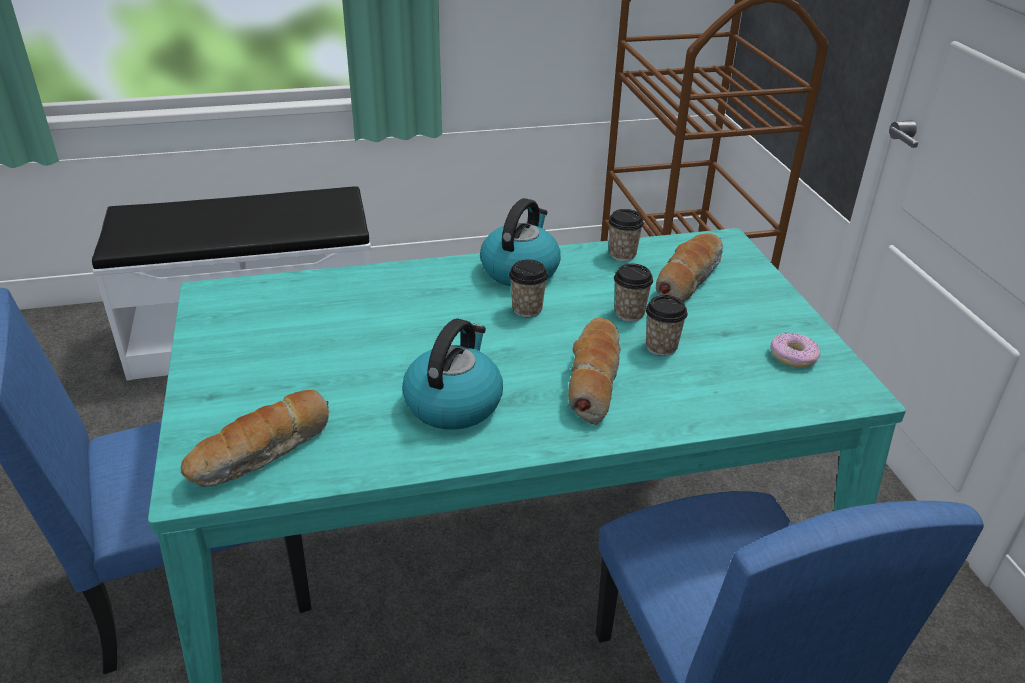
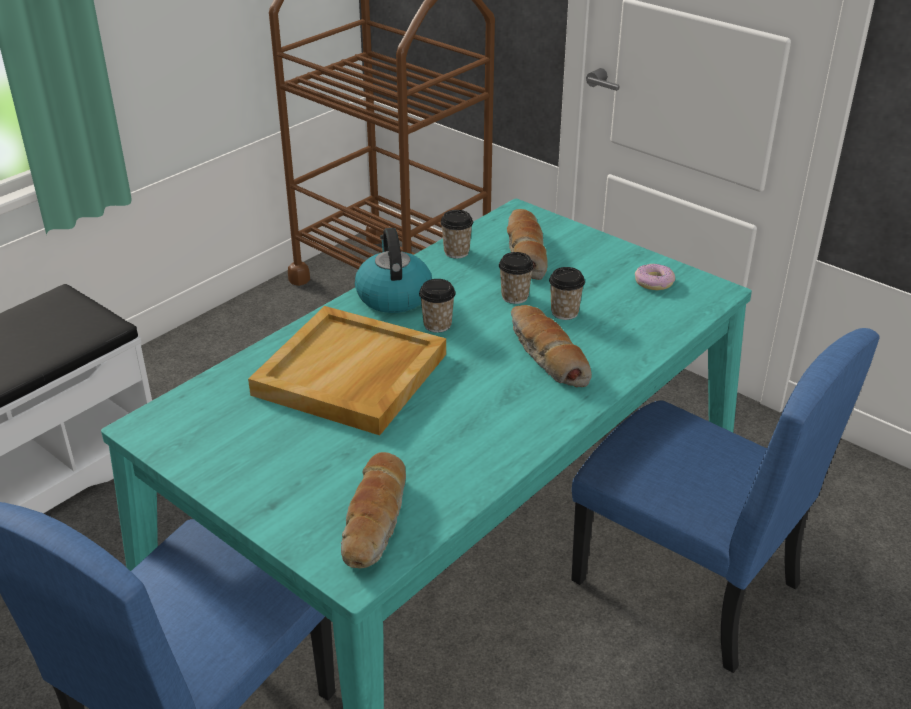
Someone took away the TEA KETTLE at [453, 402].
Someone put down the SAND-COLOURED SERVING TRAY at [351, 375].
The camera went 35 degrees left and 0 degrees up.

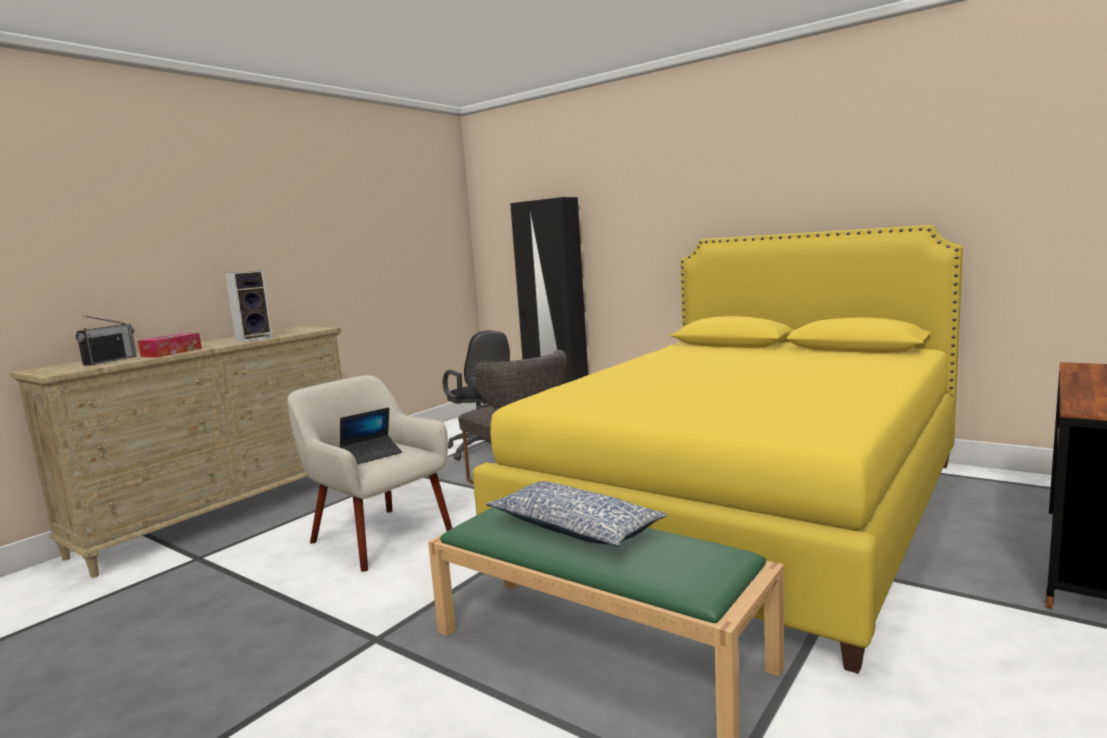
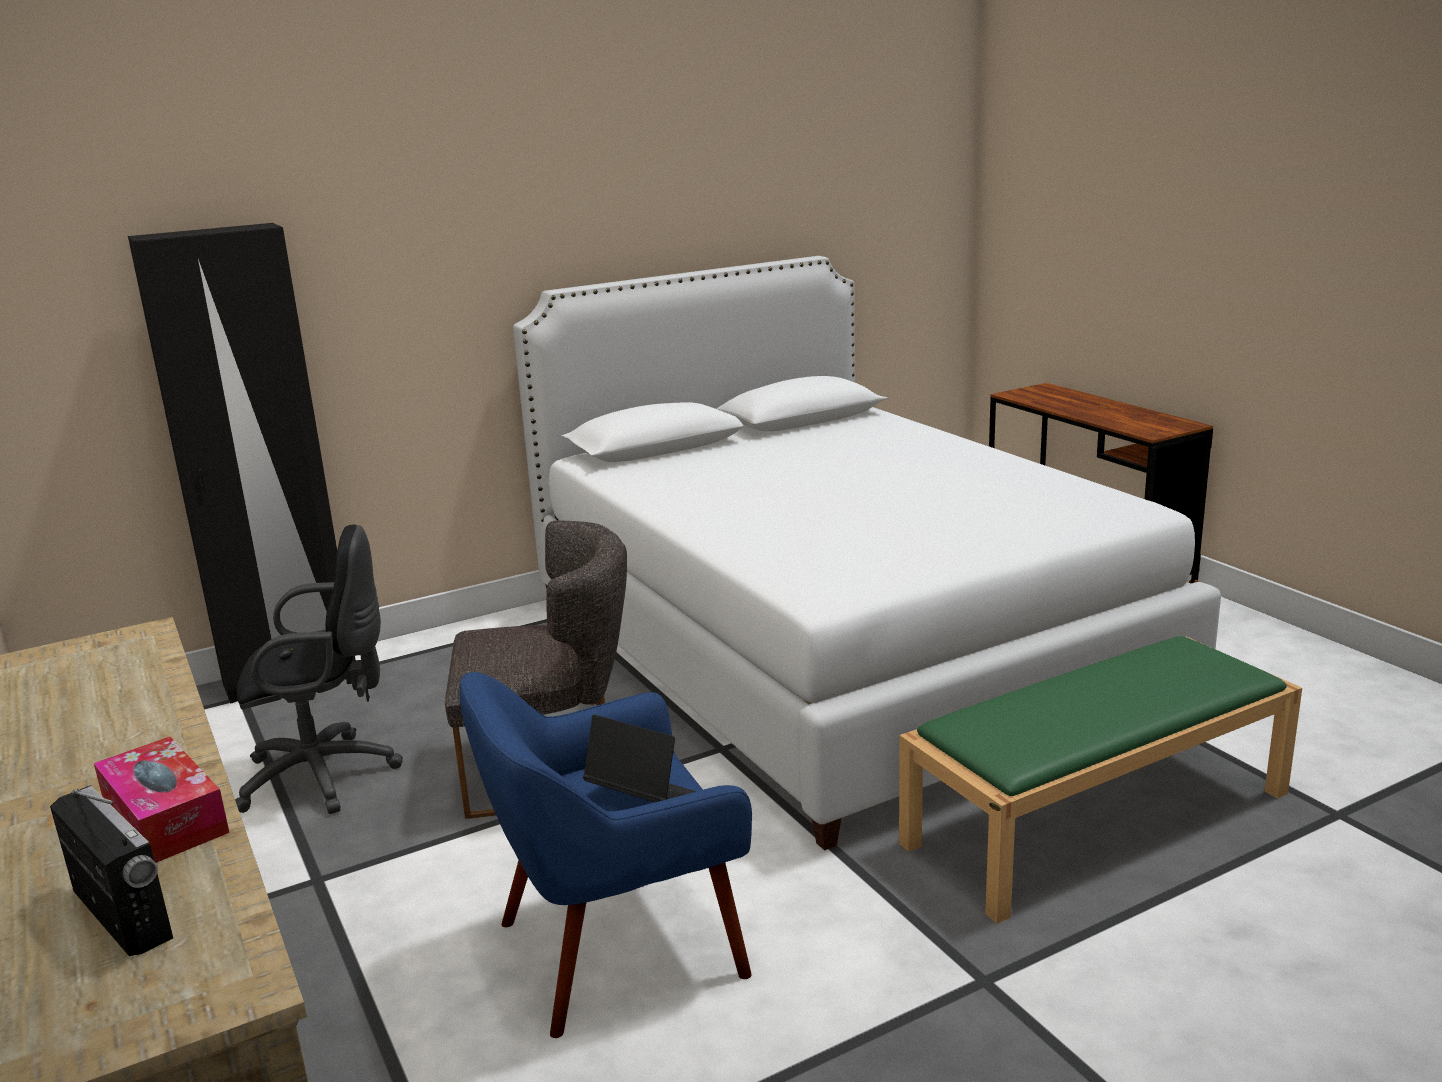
Someone repainted the YELLOW-COLOURED SLEEPING BED at [744, 508], which became the WHITE-COLOURED SLEEPING BED at [835, 650].
Someone took away the SPEAKER at [255, 339].
Someone repainted the SAND-COLOURED ARMCHAIR at [378, 536], which became the BLUE-COLOURED ARMCHAIR at [616, 947].
Someone rotated the LAPTOP at [372, 455] by 45 degrees counterclockwise.
Someone took away the CUSHION at [574, 528].
The camera went 65 degrees left and 10 degrees up.

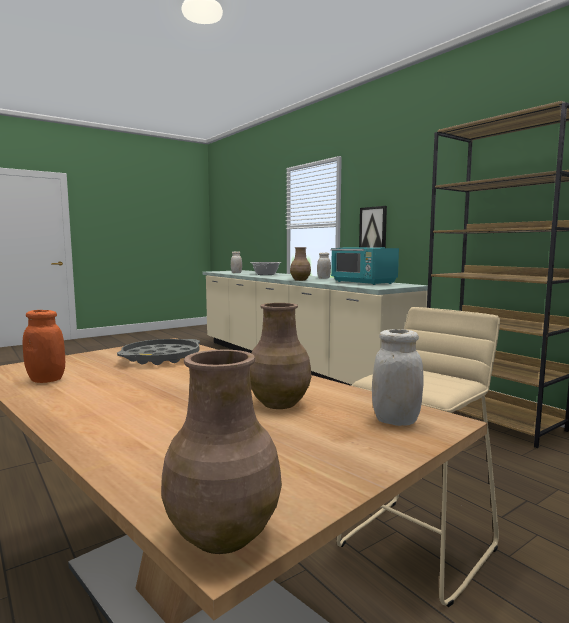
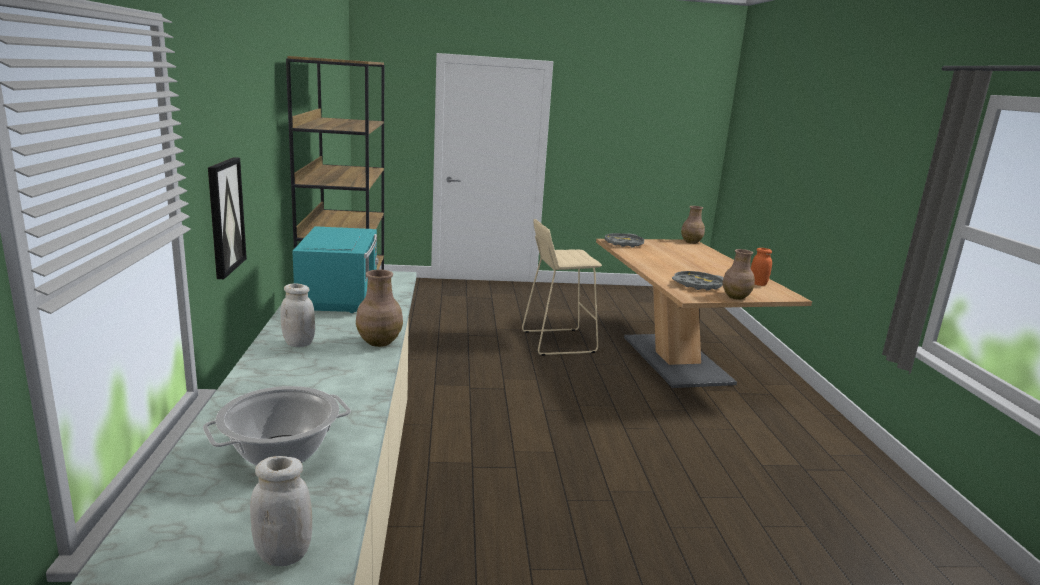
Someone carried the BROWN-COLOURED VASE from [280, 403] to [735, 297].
Someone swapped the WHITE-COLOURED JAR at [395, 421] for the GREYISH SERVING TRAY at [623, 243].
The camera went 150 degrees left and 10 degrees up.

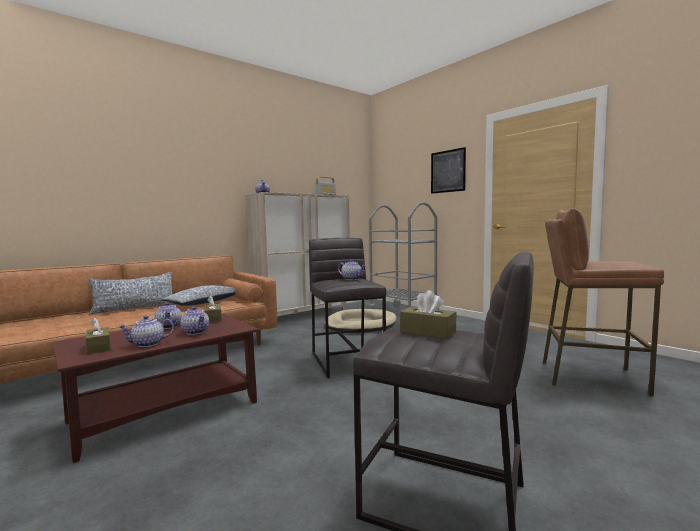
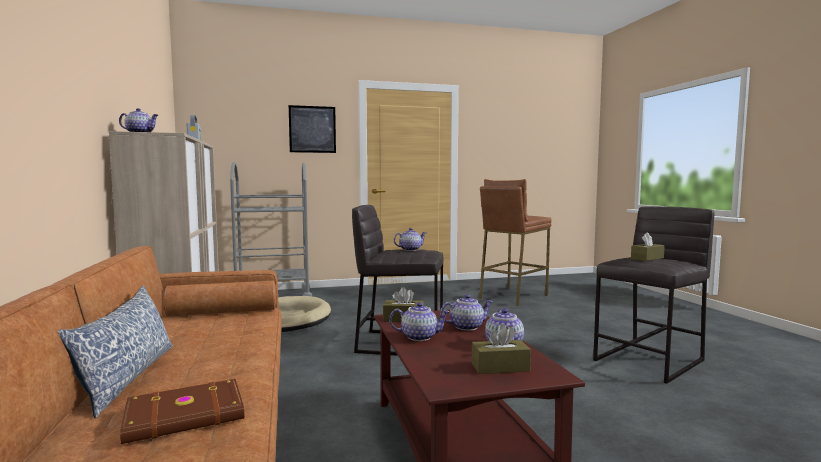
Someone took away the CUSHION at [204, 303].
Someone put down the BROWN-COLOURED BOUND BOOK at [186, 416].
The camera went 65 degrees left and 0 degrees up.

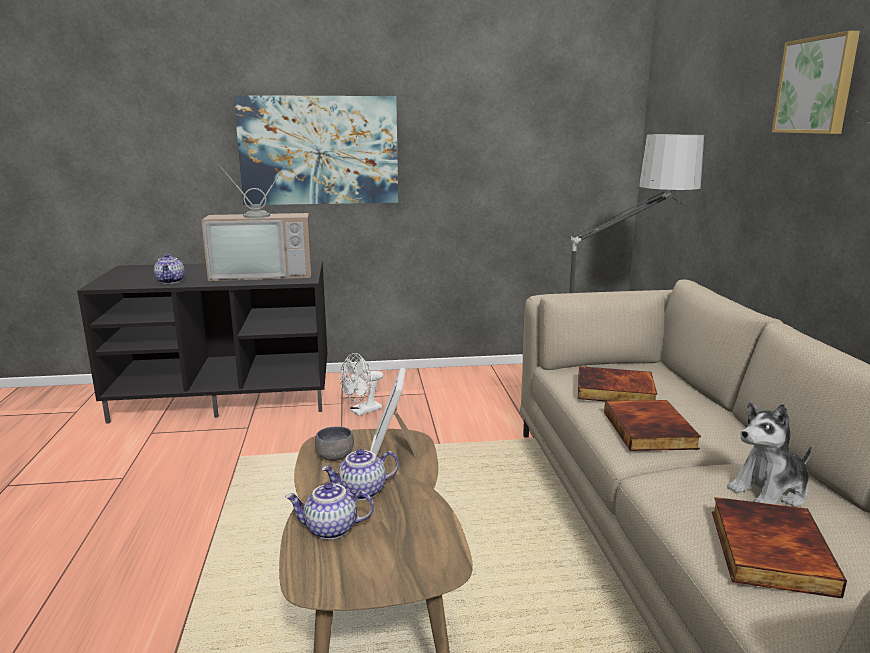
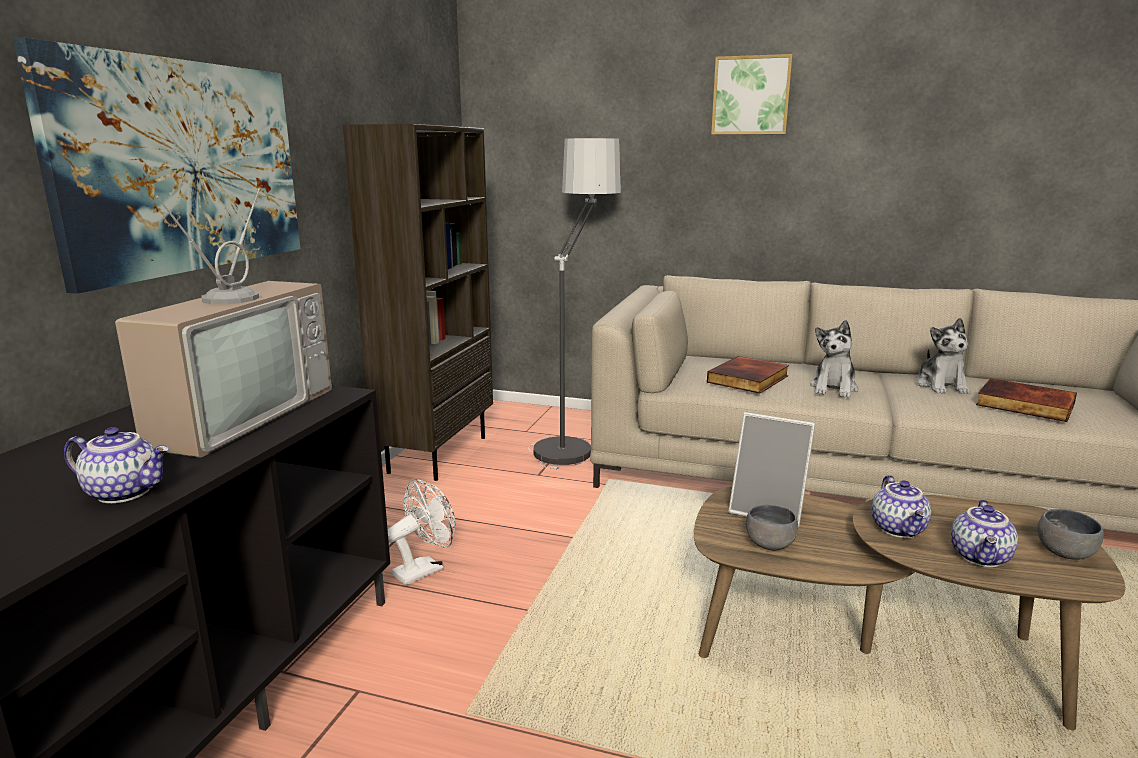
Someone rotated the WHITE-COLOURED FAN at [362, 411] by 120 degrees counterclockwise.
Someone swapped the BOUND BOOK at [651, 430] for the SOFT TOY at [834, 388].
Someone put down the BROWN-COLOURED BOOKSHELF at [437, 454].
Someone put down the GREYISH DEEP DISH at [1066, 554].
The camera went 65 degrees left and 0 degrees up.

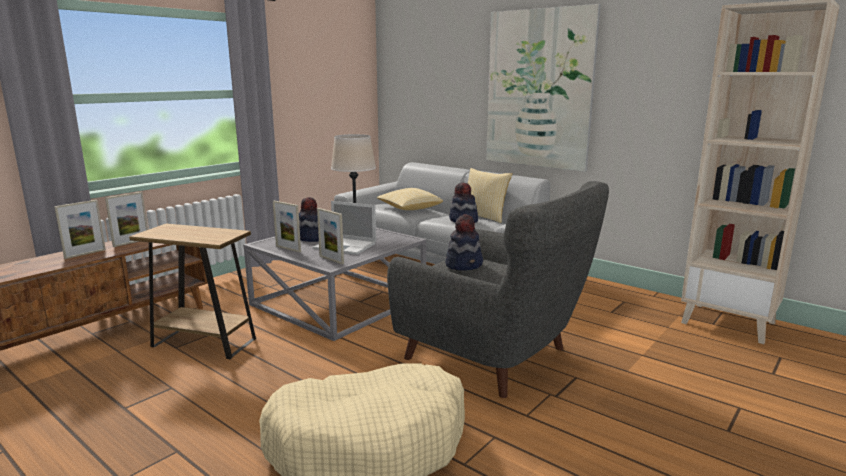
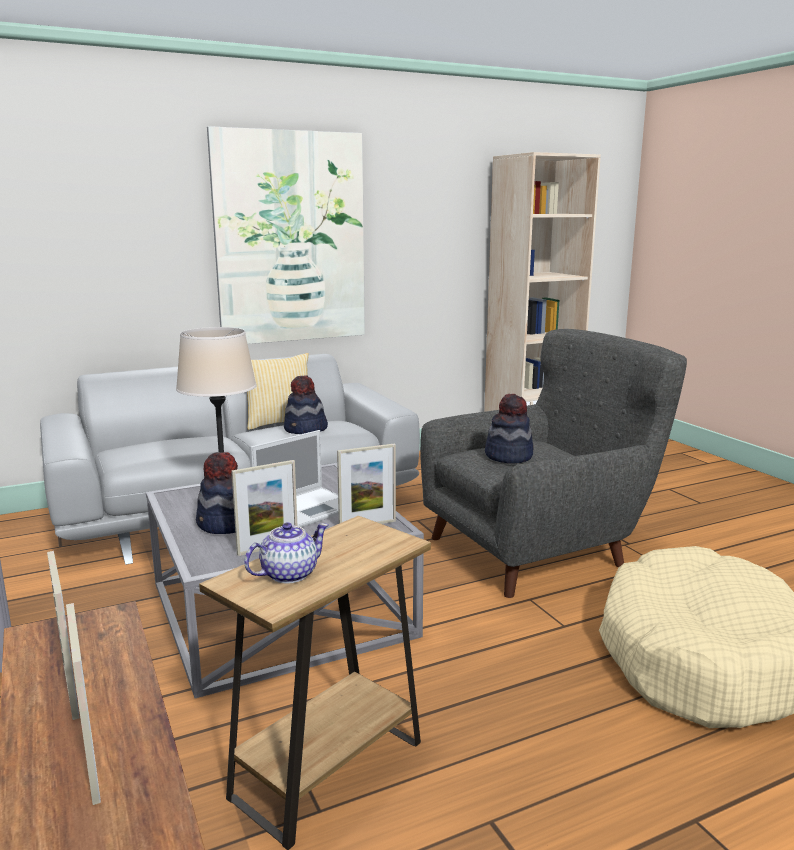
Someone took away the CUSHION at [409, 209].
Someone put down the TEA POT at [288, 574].
The camera went 65 degrees left and 0 degrees up.

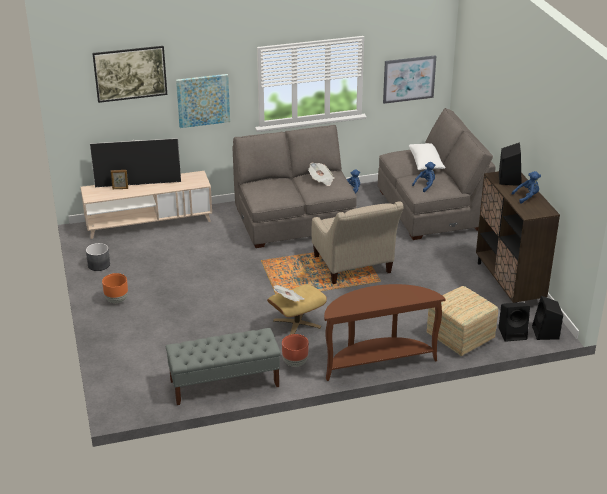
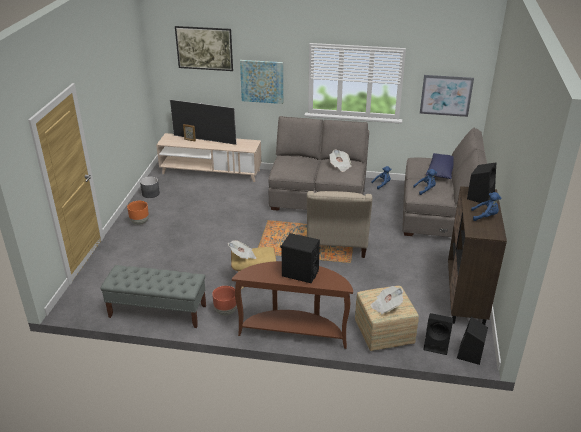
Someone repainted the WHITE-COLOURED CUSHION at [426, 163], which became the BLUE-COLOURED CUSHION at [441, 172].
Someone put down the BLACK-COLOURED SPEAKER at [300, 273].
Someone put down the DAILY PAPER at [386, 306].
The camera went 25 degrees right and 0 degrees up.

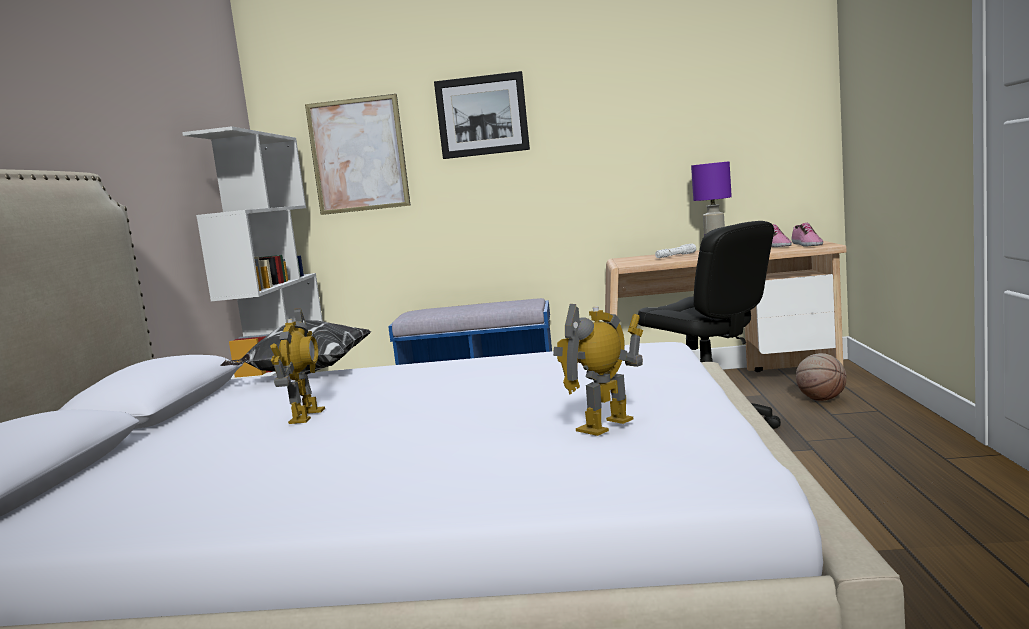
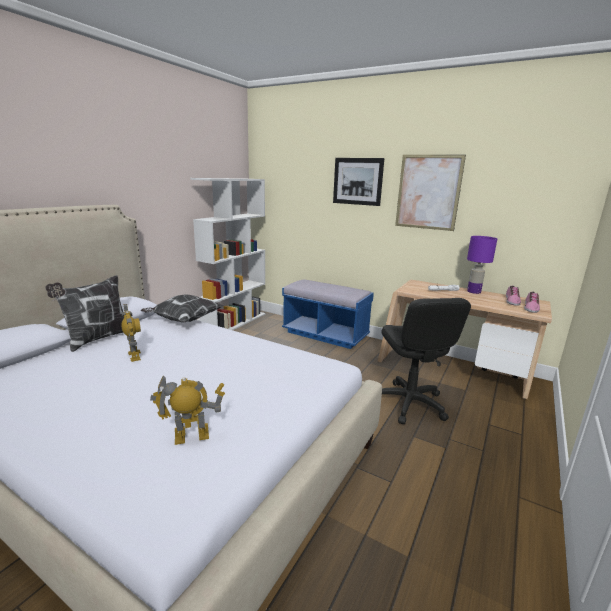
Someone carried the WALL ART from [358, 155] to [428, 192].
Someone rotated the MODEL ROBOT at [305, 416] by 60 degrees counterclockwise.
Someone took away the BALL FOR BASKETBALL at [821, 399].
Someone put down the CUSHION at [98, 339].
The camera went 25 degrees right and 10 degrees up.

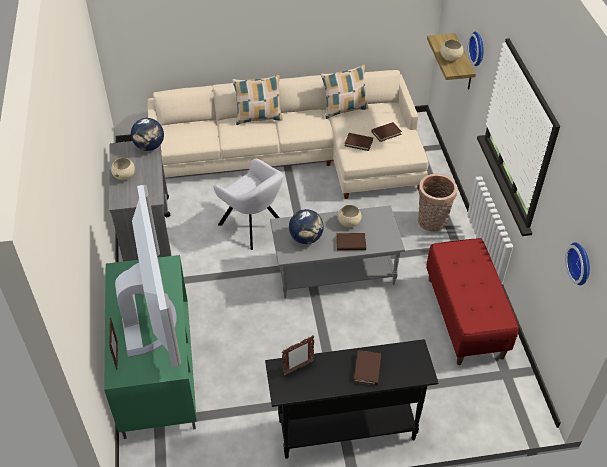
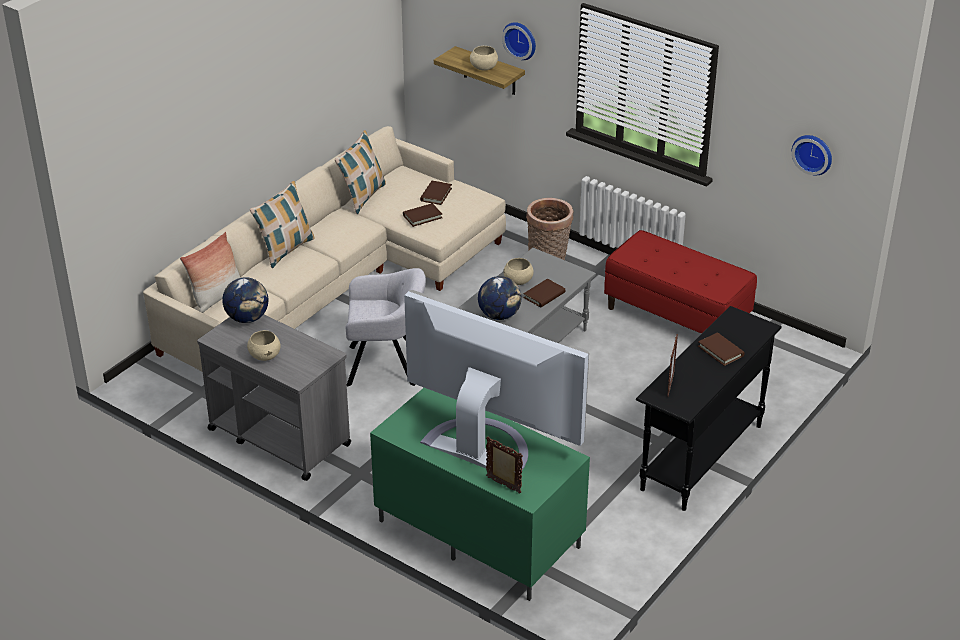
Someone put down the CUSHION at [217, 297].
The camera went 45 degrees left and 10 degrees down.

